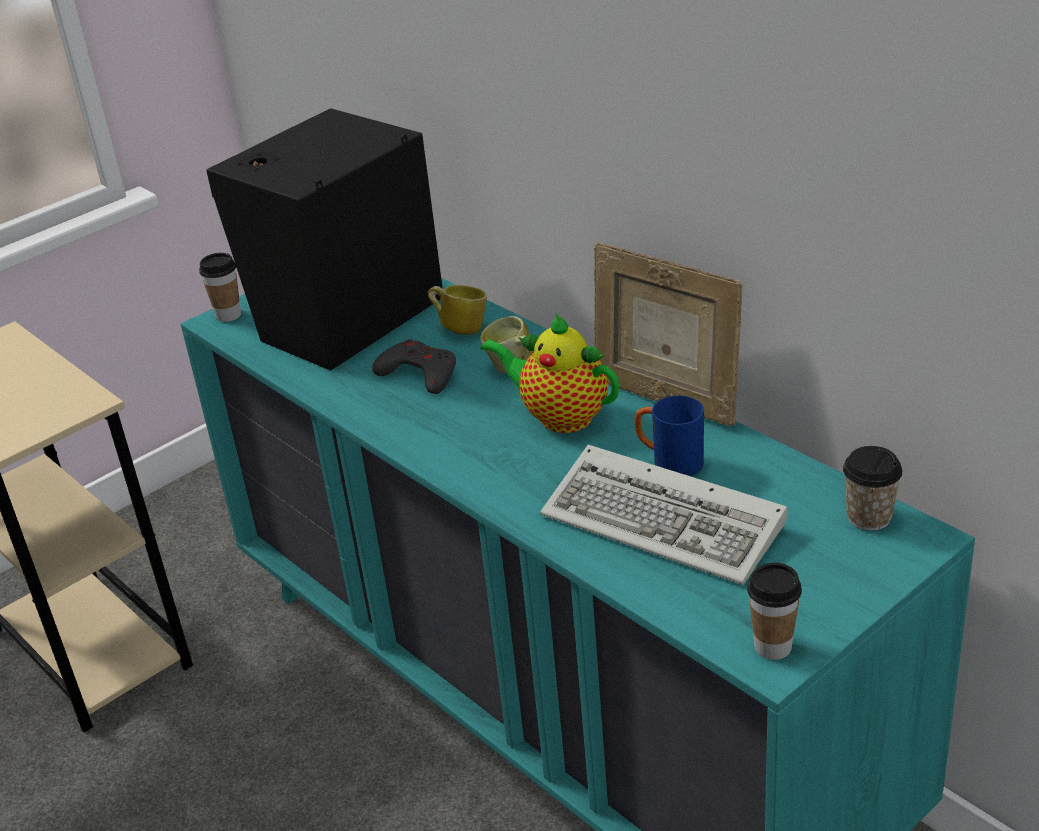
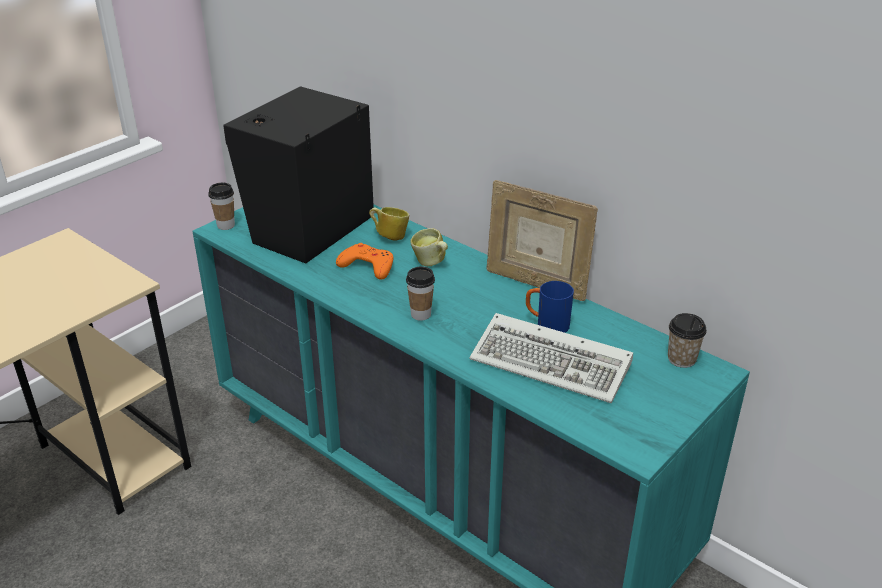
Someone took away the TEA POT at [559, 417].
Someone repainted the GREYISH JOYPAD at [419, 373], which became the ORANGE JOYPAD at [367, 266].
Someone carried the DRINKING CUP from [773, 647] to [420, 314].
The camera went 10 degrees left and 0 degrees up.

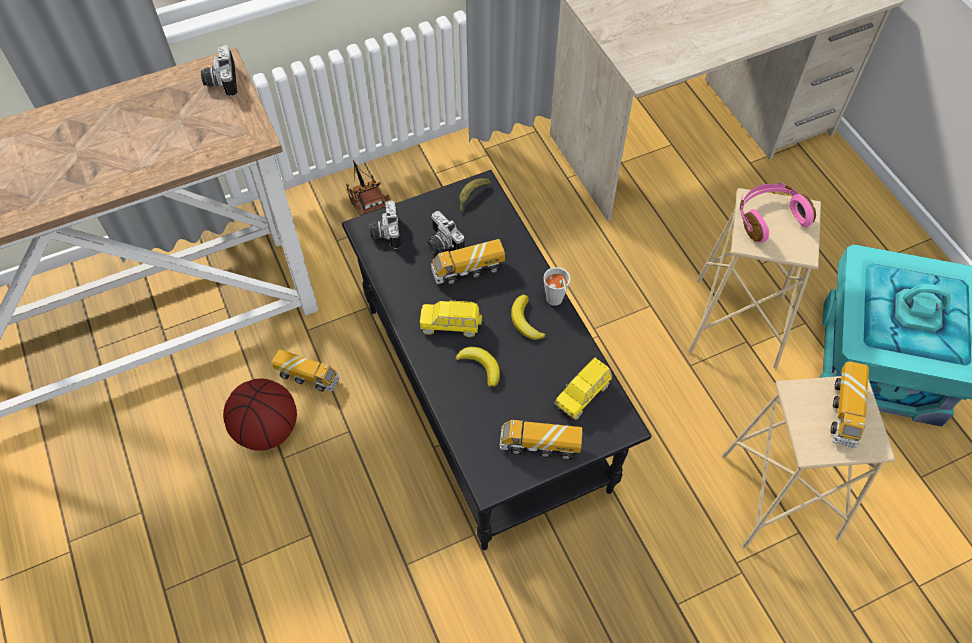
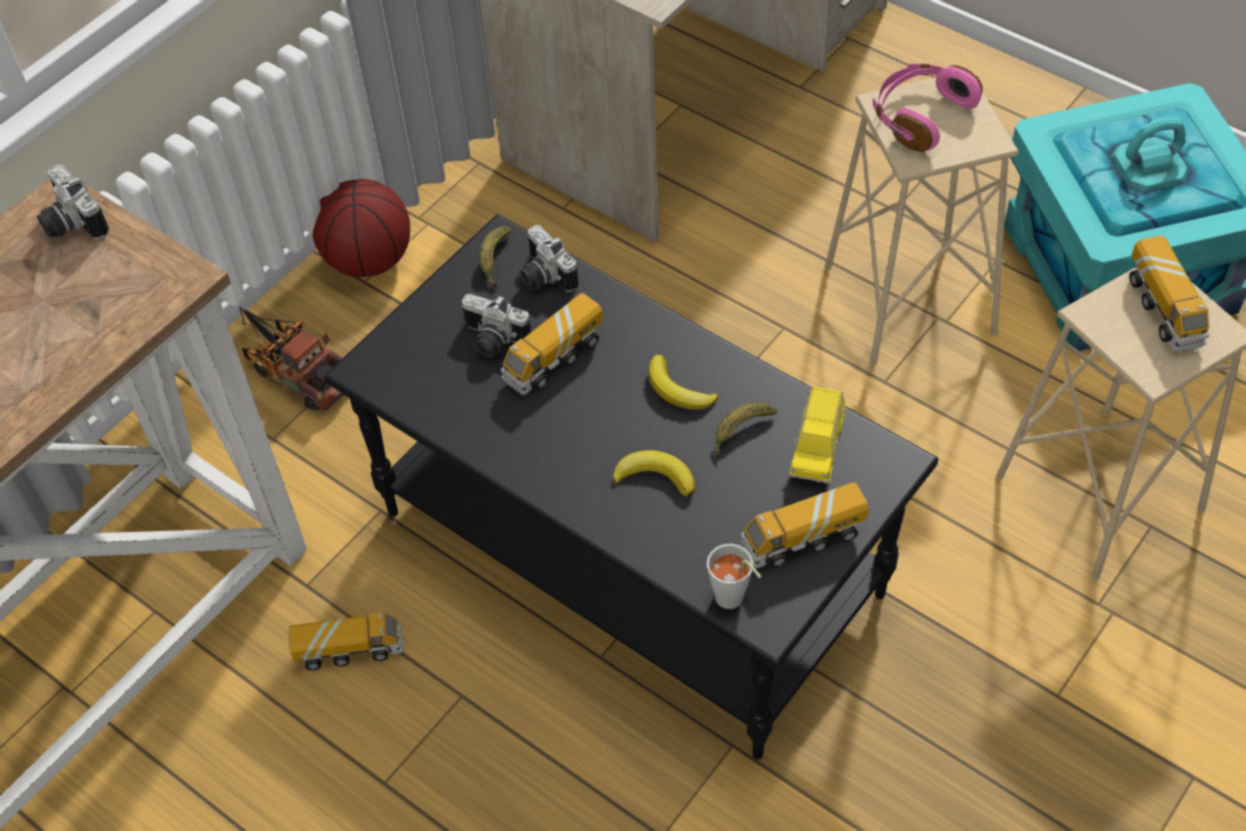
Someone carried the STILL CAMERA from [385, 232] to [543, 276].
Someone carried the GREYISH DRINKING CUP from [555, 302] to [733, 601].
Someone took away the YELLOW-COLOURED MODEL CAR at [451, 325].
Someone carried the BALL FOR BASKETBALL from [268, 429] to [369, 260].
Someone put down the WHOLE BANANA at [740, 432].
The camera went 25 degrees left and 5 degrees down.

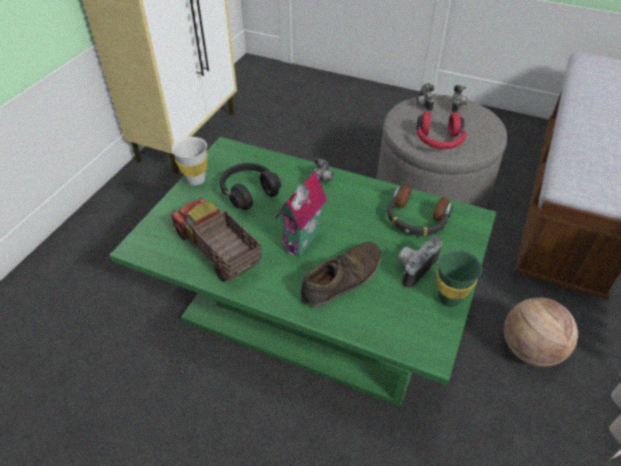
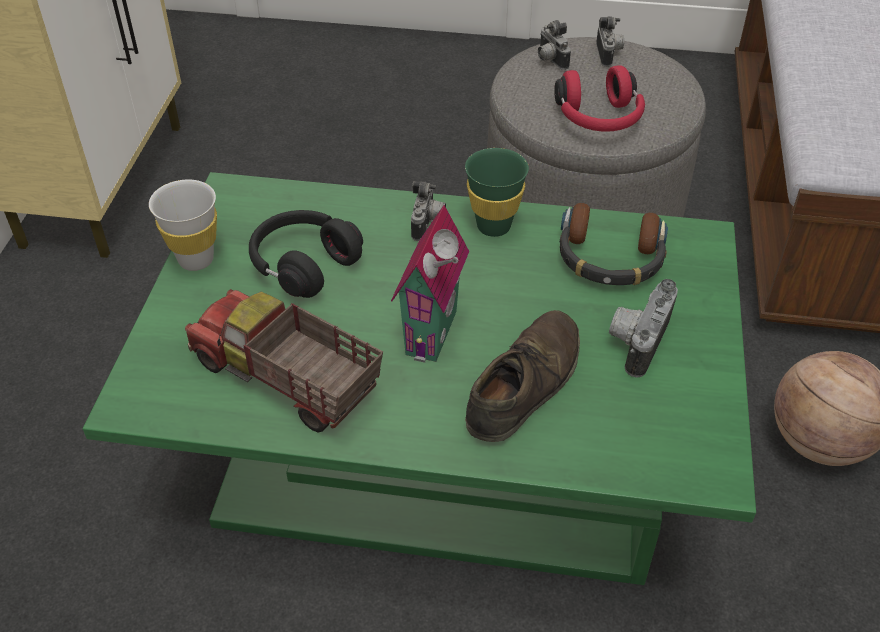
Someone carried the GREENISH DRINKING CUP from [449, 298] to [493, 226].
The camera went 15 degrees left and 0 degrees up.

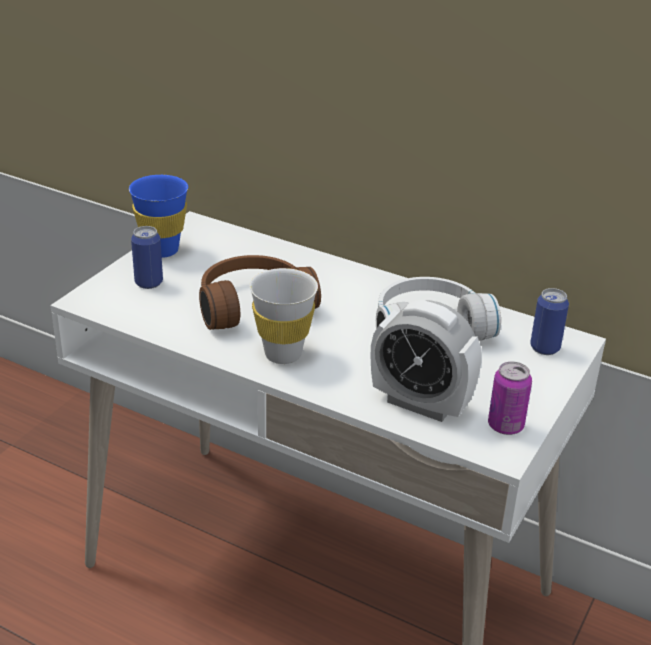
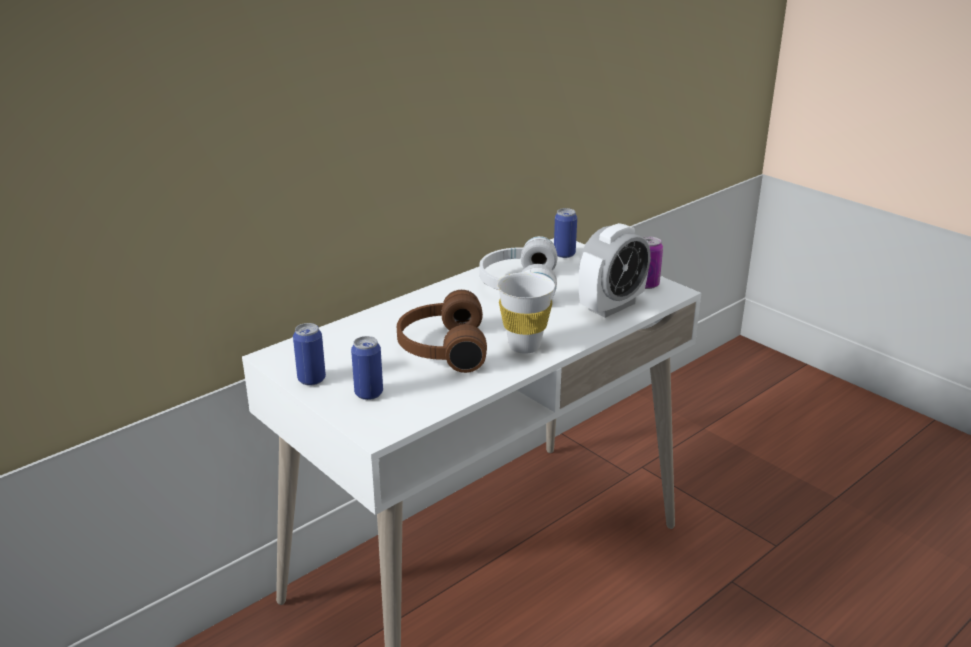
Someone swapped the BLUE-COLOURED DRINKING CUP at [162, 250] for the CAN at [311, 379].
The camera went 70 degrees left and 5 degrees down.

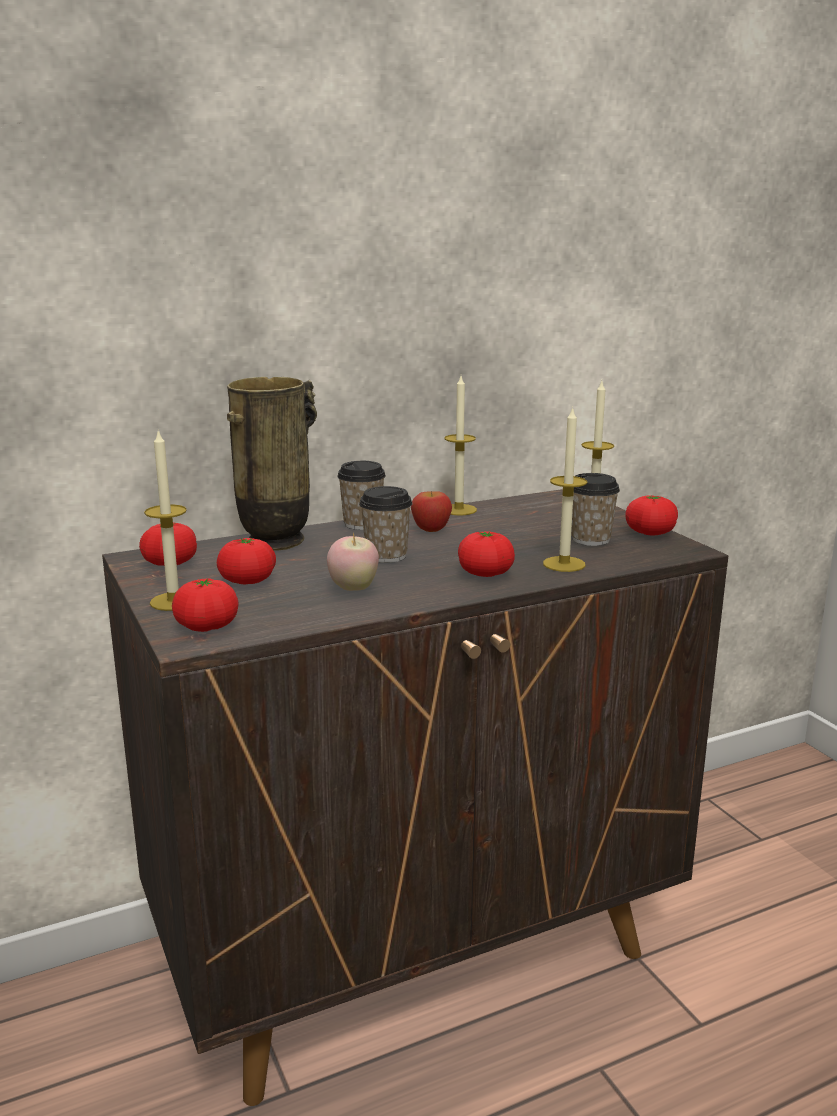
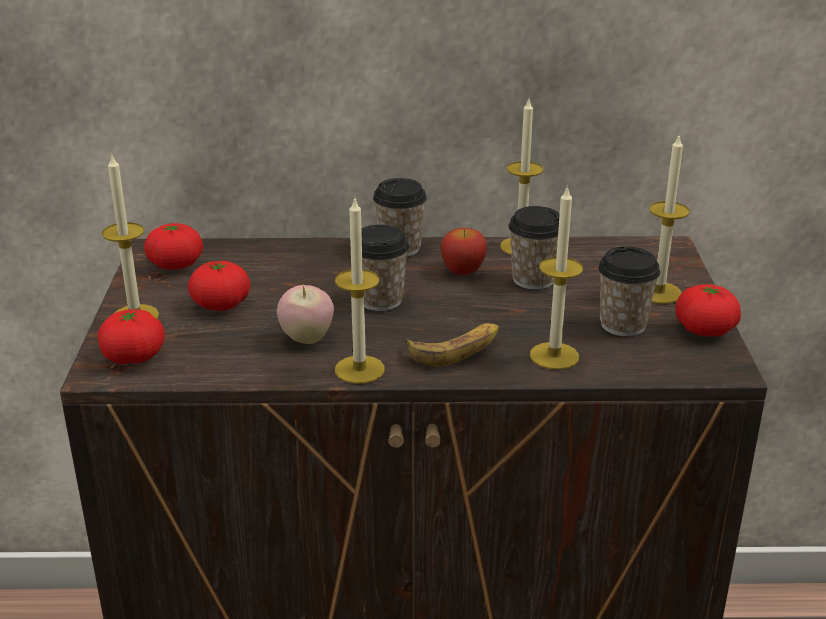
Someone took away the VASE at [276, 542].
Someone swapped the FRESH TOMATO at [485, 573] for the WHOLE BANANA at [456, 350].
Someone put down the CANDLE at [359, 369].
Someone put down the DRINKING CUP at [533, 279].
The camera went 25 degrees right and 10 degrees up.

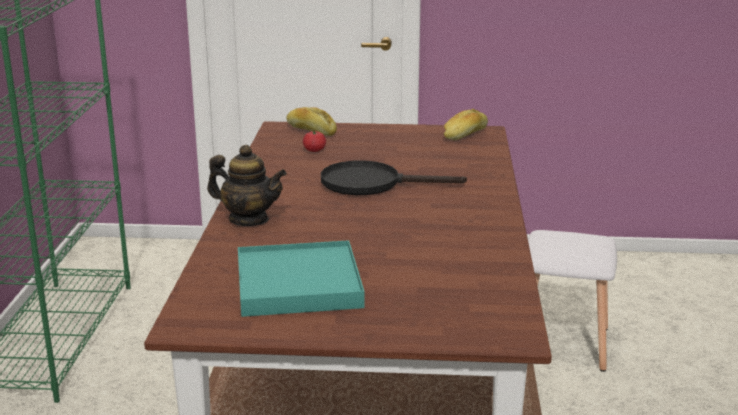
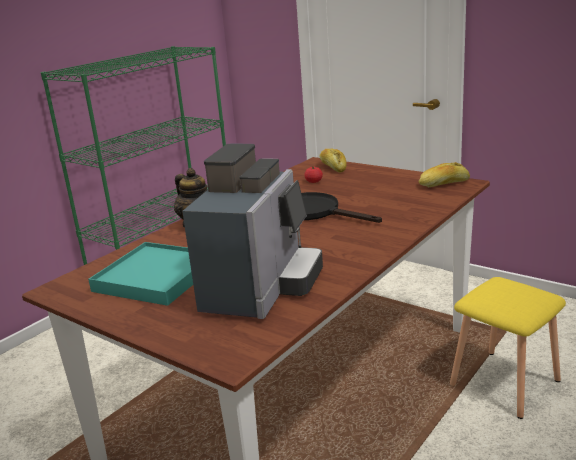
Someone repainted the WHITE-COLOURED STOOL at [563, 344], which became the YELLOW-COLOURED STOOL at [504, 384].
Someone put down the COFFEE MAKER at [261, 288].
The camera went 35 degrees right and 0 degrees up.

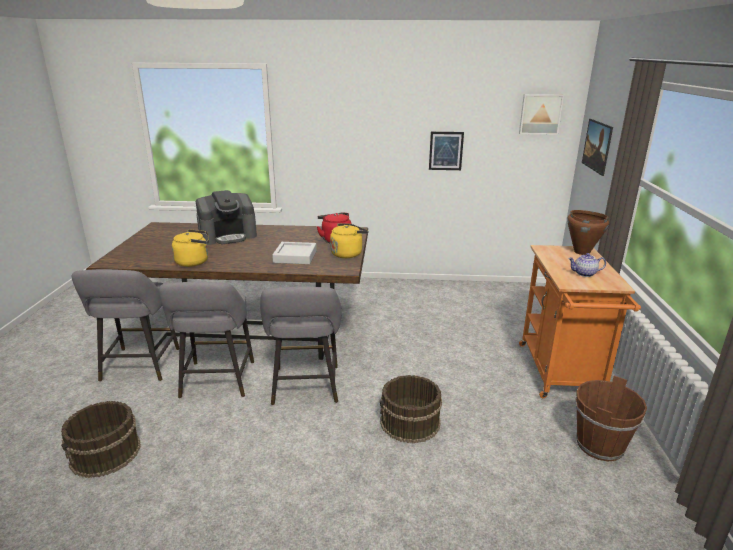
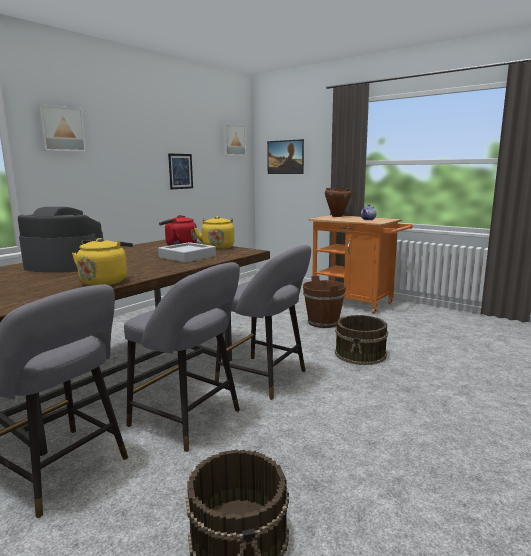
Someone rotated the COFFEE MAKER at [228, 236] by 90 degrees counterclockwise.
Someone carried the BROWN-COLOURED BUCKET from [599, 445] to [323, 323].
Someone put up the WALL ART at [61, 129].
The camera went 55 degrees left and 10 degrees down.

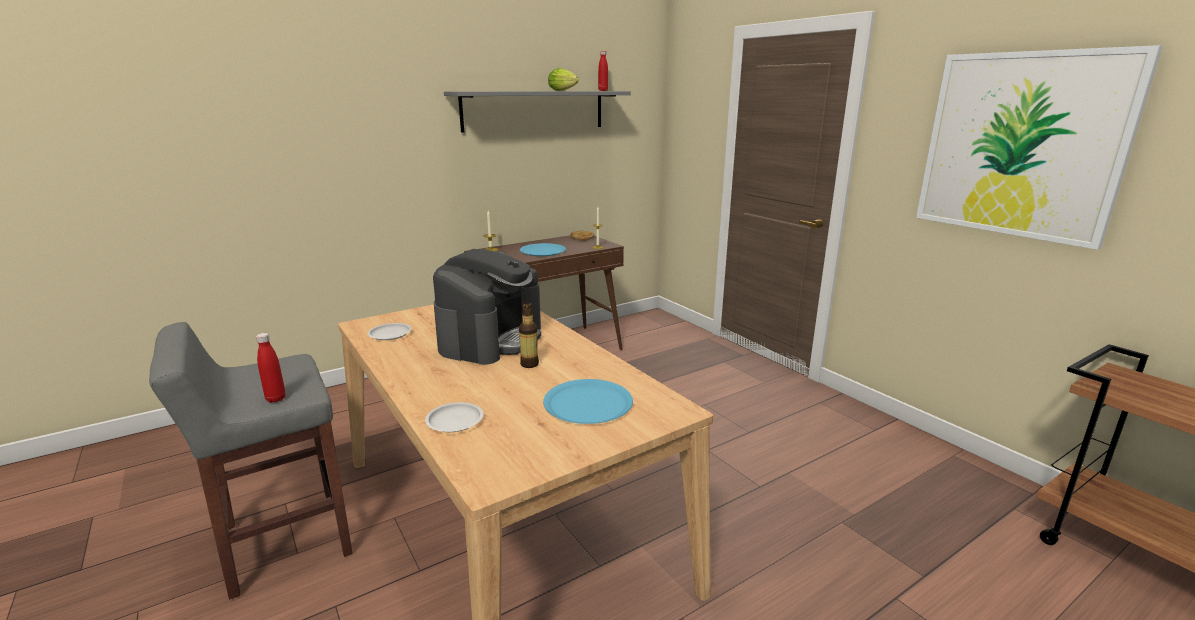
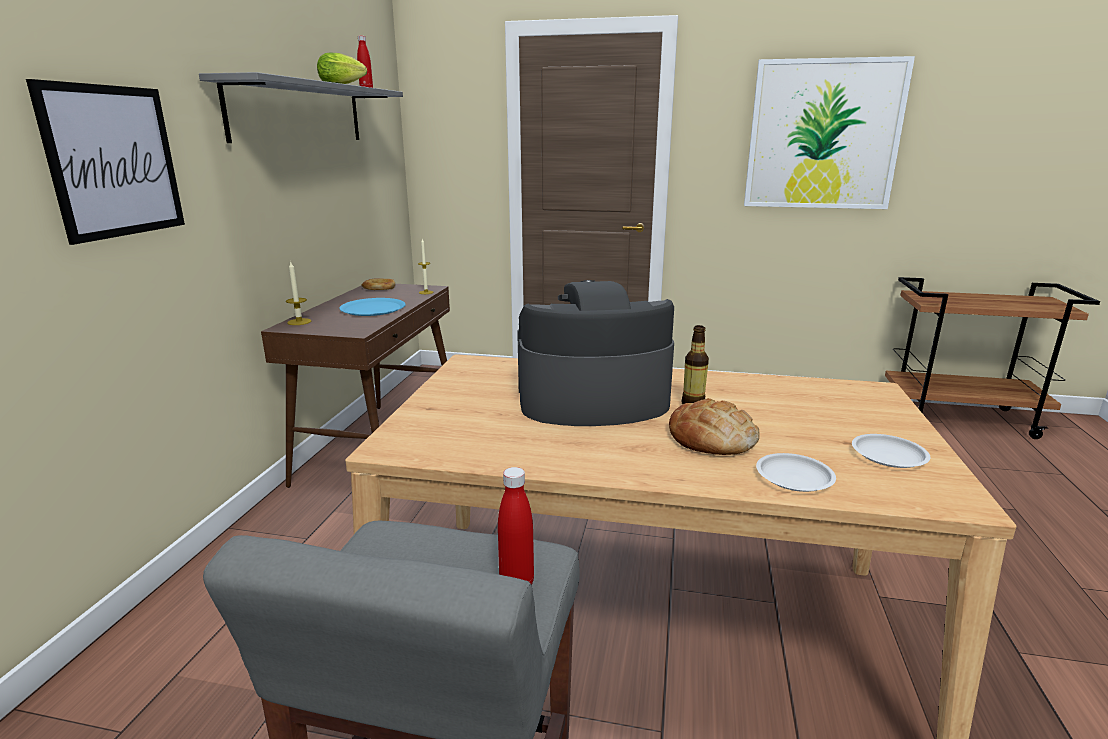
Someone rotated the COFFEE MAKER at [491, 339] by 75 degrees counterclockwise.
Someone carried the WHITE-COLOURED DINNER PLATE from [390, 334] to [888, 455].
Someone took away the BLUE-COLOURED DINNER PLATE at [588, 403].
Someone put up the WALL ART at [114, 162].
Someone put down the BAKERY BREAD at [712, 437].
The camera went 45 degrees left and 0 degrees up.

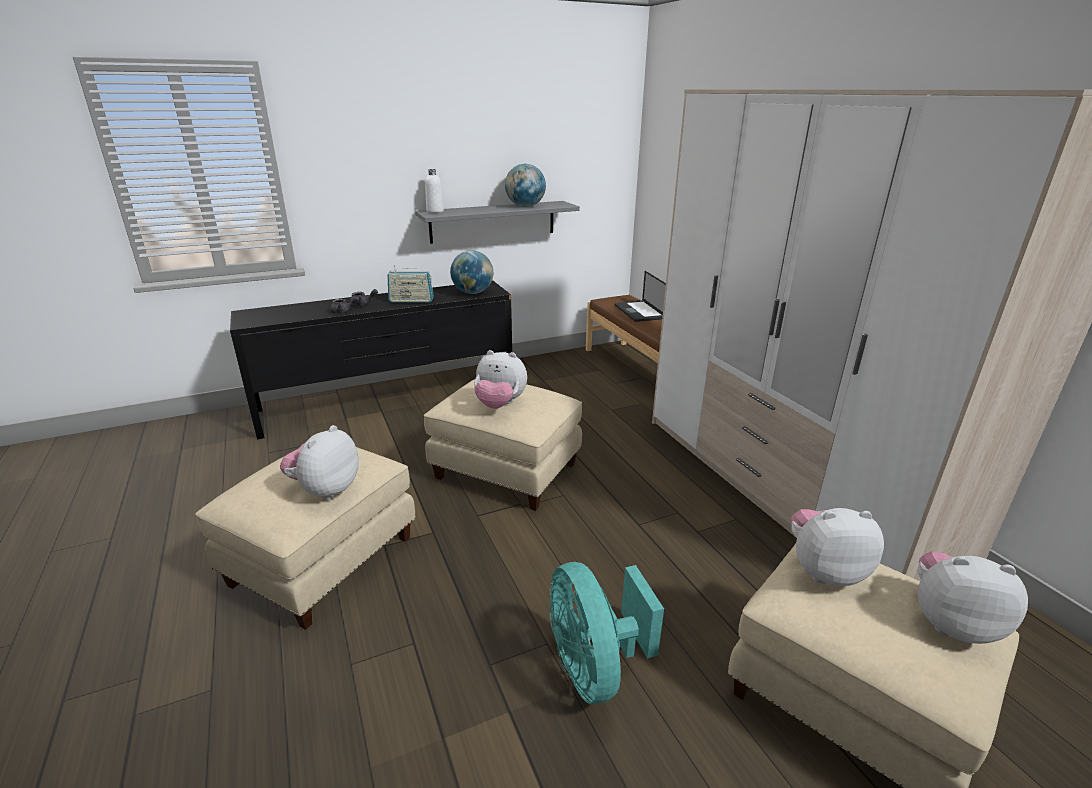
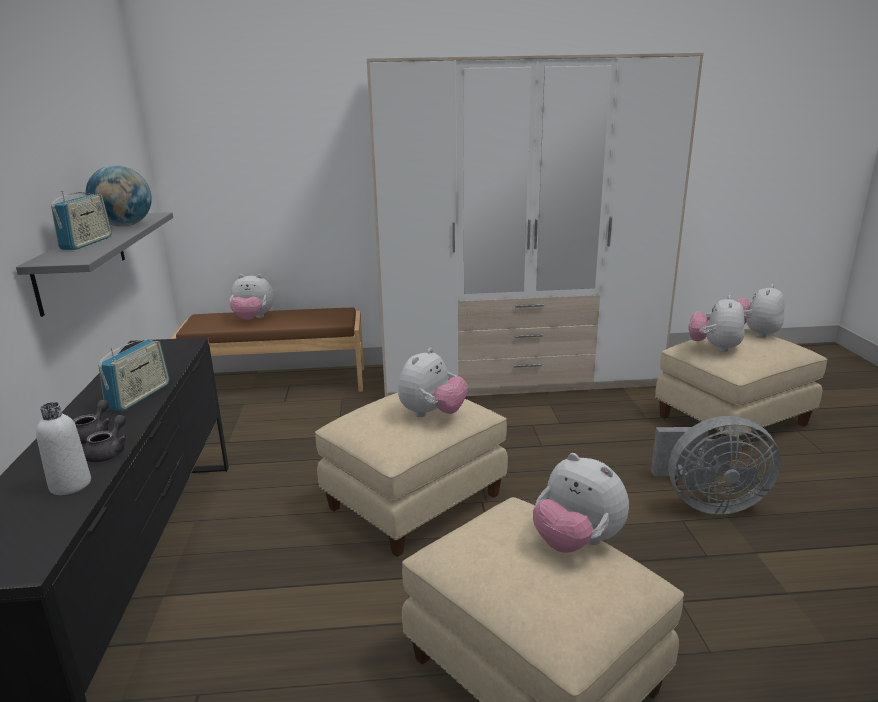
Someone carried the WHITE-COLOURED DRINK BOTTLE from [435, 211] to [70, 485].
Someone took away the GLOBE at [473, 293].
Someone swapped the LAPTOP at [639, 312] for the SOFT TOY at [253, 319].
Someone repainted the TURQUOISE-COLOURED FAN at [594, 667], which became the GREYISH FAN at [707, 502].
Someone put down the RADIO RECEIVER at [87, 243].
The camera went 70 degrees left and 5 degrees down.

